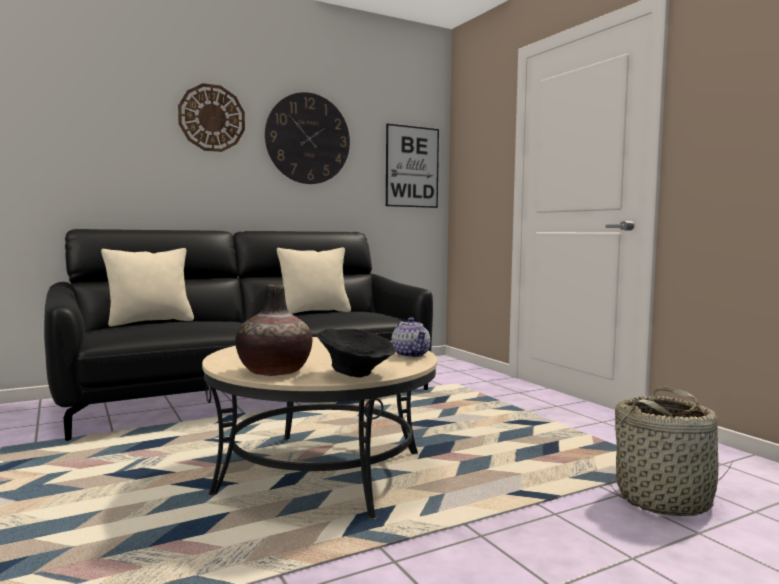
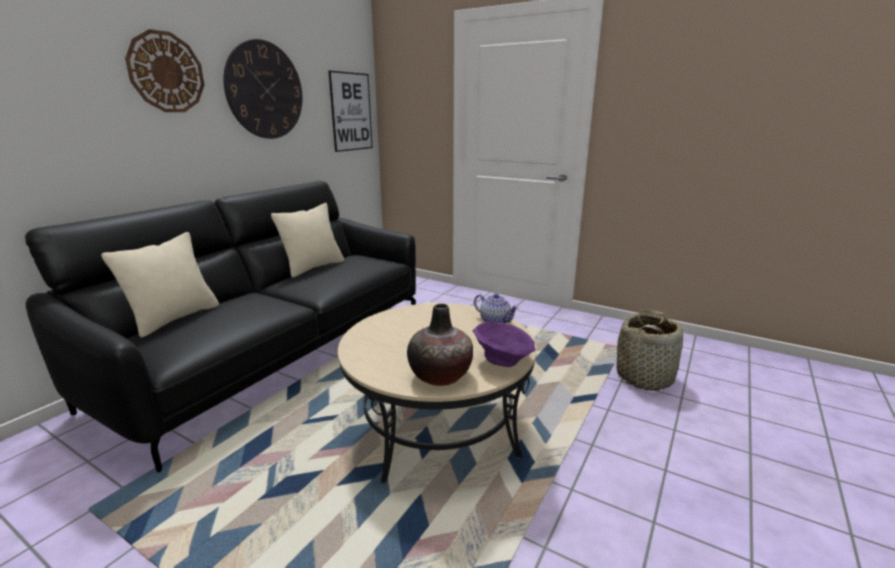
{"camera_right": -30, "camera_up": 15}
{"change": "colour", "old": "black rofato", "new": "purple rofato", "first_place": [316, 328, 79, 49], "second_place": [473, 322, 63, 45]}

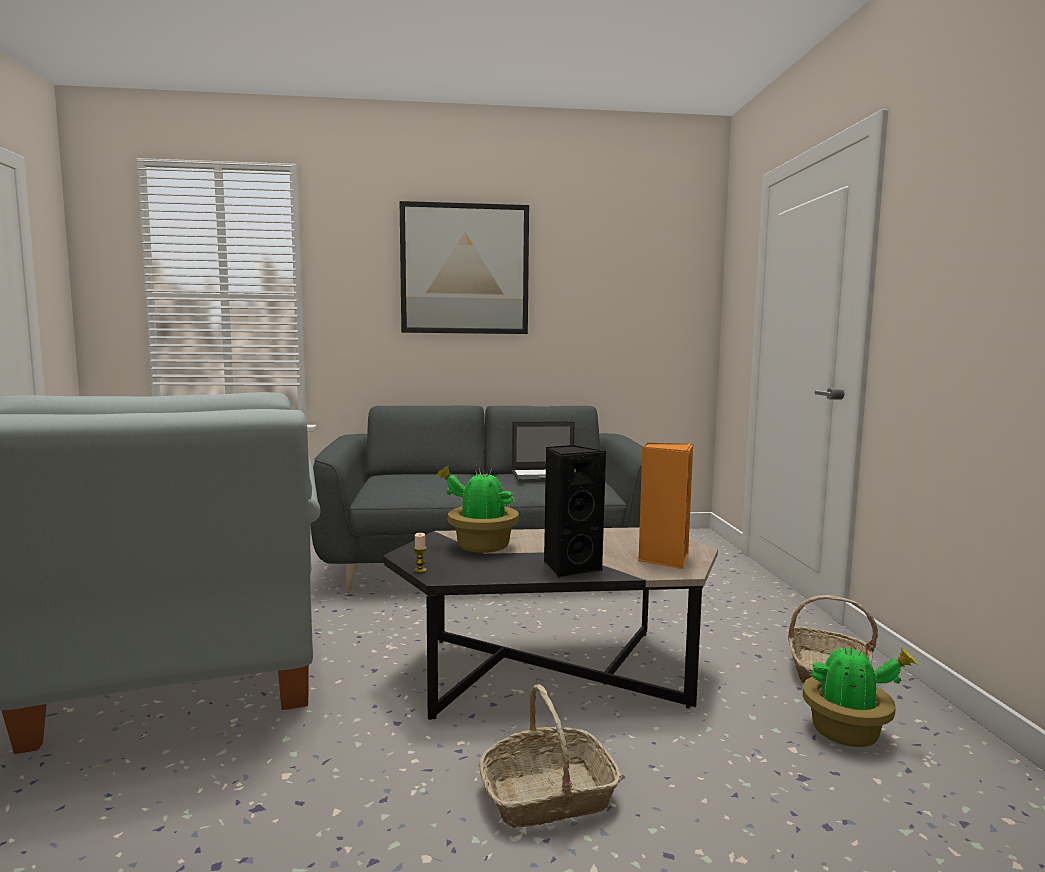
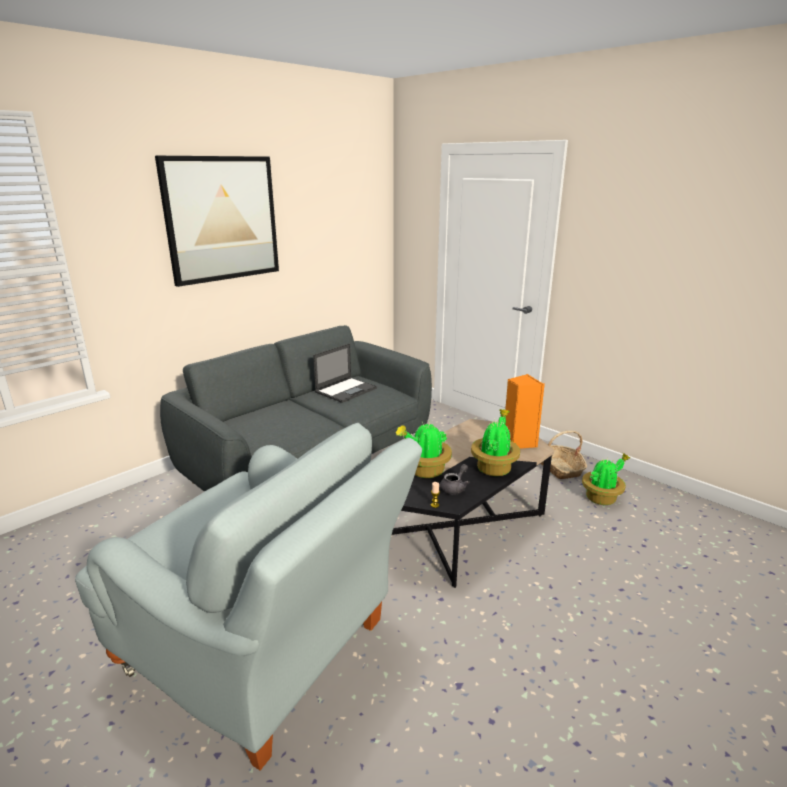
{"camera_right": -40, "camera_up": 15}
{"change": "missing", "old": "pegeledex", "first_place": [478, 684, 143, 144]}
{"change": "appeared", "new": "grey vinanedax", "second_place": [440, 464, 30, 31]}
{"change": "exchanged", "old": "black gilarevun", "new": "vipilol", "first_place": [544, 445, 62, 133], "second_place": [471, 409, 49, 67]}

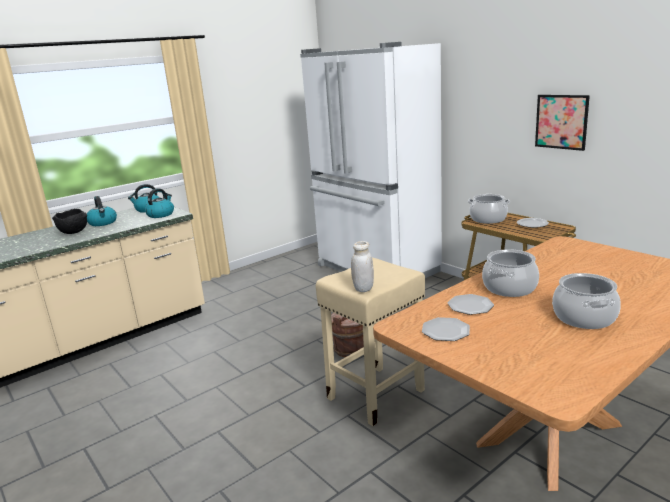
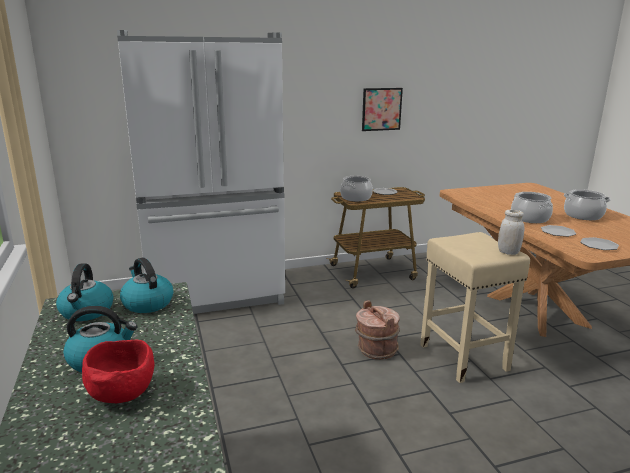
{"camera_right": -70, "camera_up": 0}
{"change": "colour", "old": "black rofato", "new": "red rofato", "first_place": [52, 209, 35, 25], "second_place": [82, 340, 73, 63]}

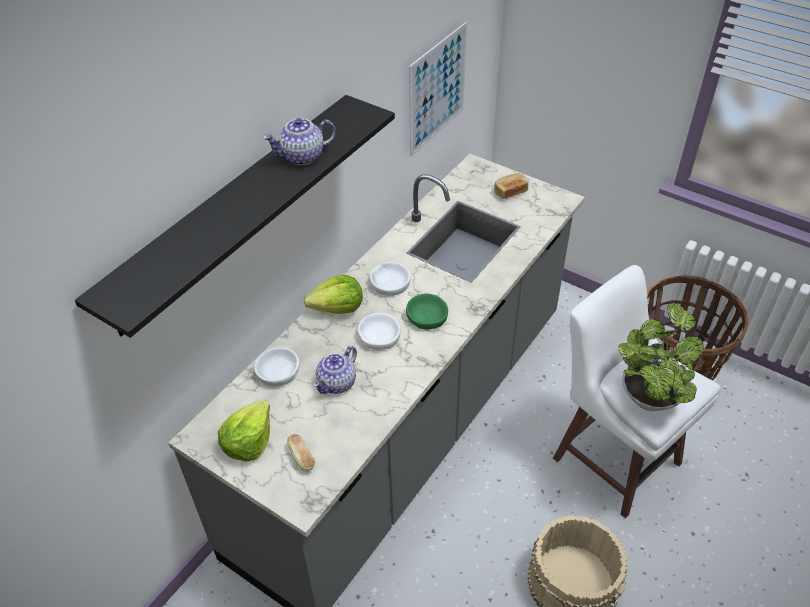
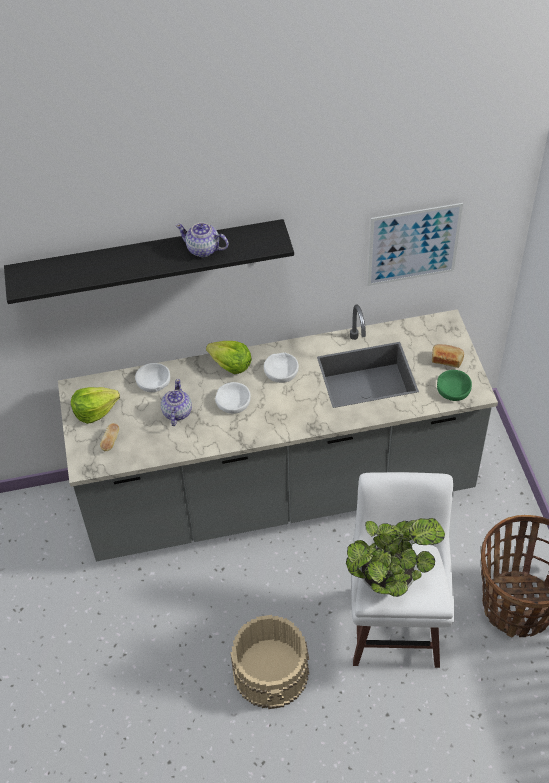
{"camera_right": 45, "camera_up": 5}
{"change": "relocated", "old": "green rofato", "first_place": [406, 294, 42, 35], "second_place": [437, 370, 35, 31]}
{"change": "spun", "old": "vinanedax", "first_place": [313, 346, 44, 48], "second_place": [161, 379, 31, 47], "degrees": 105}

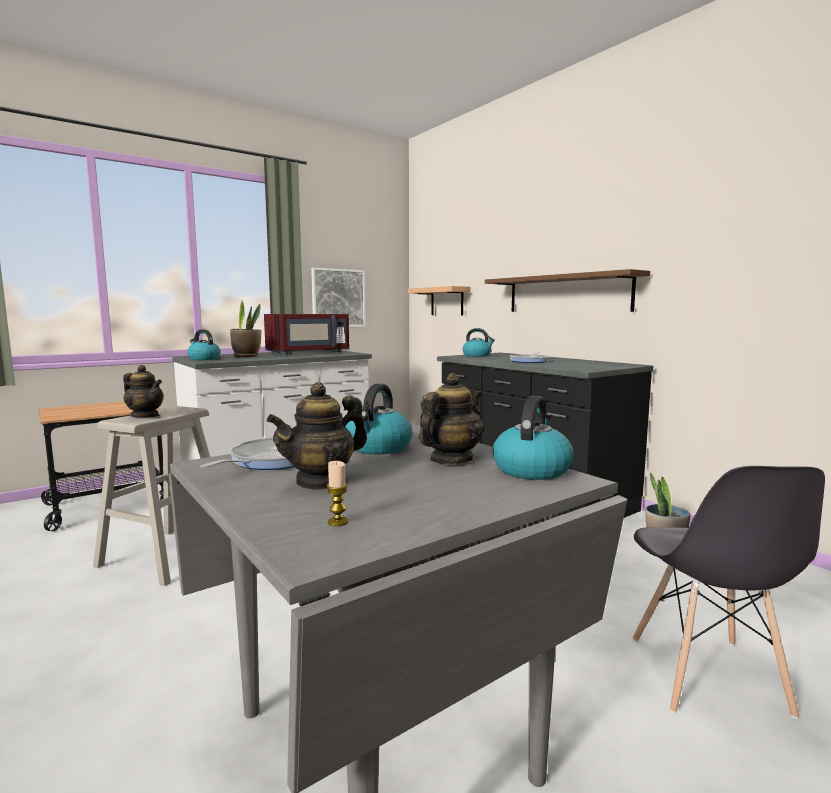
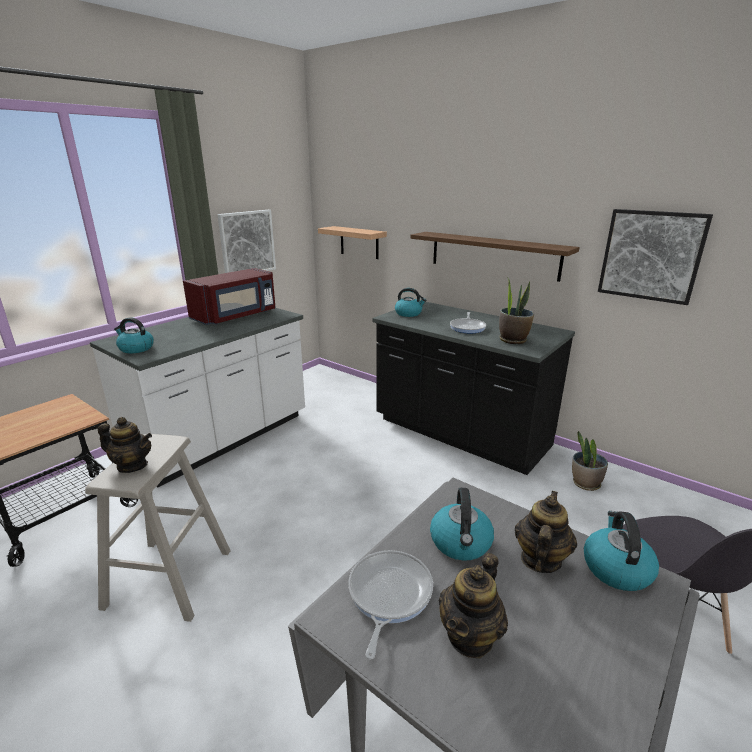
{"camera_right": -15, "camera_up": 15}
{"change": "missing", "old": "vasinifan", "first_place": [326, 461, 22, 65]}
{"change": "appeared", "new": "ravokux", "second_place": [598, 209, 115, 96]}
{"change": "relocated", "old": "vipilol", "first_place": [230, 301, 31, 56], "second_place": [499, 277, 35, 67]}

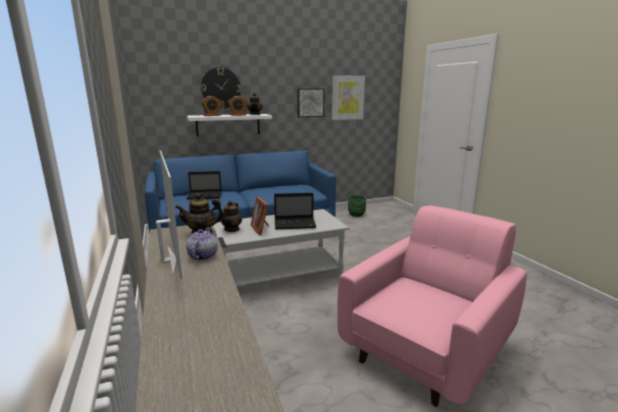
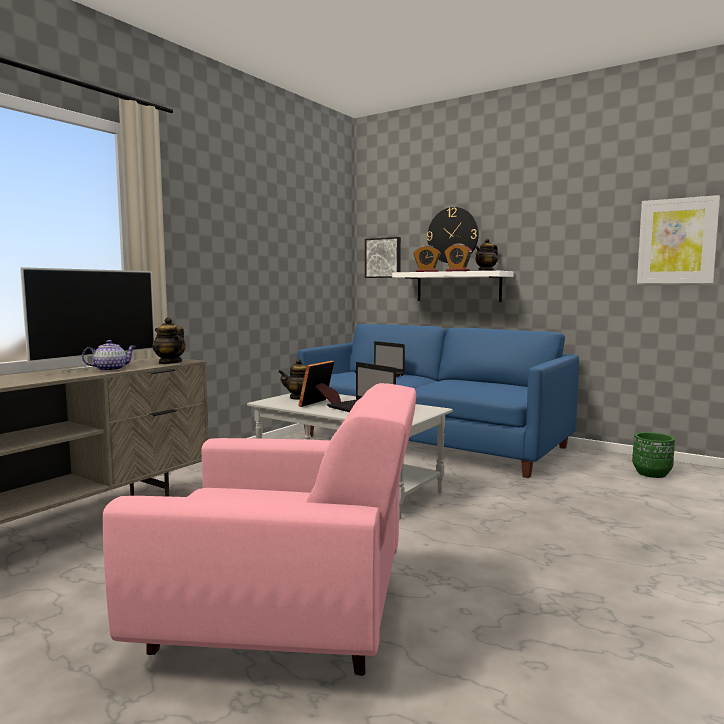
{"camera_right": 55, "camera_up": -10}
{"change": "relocated", "old": "ravokux", "first_place": [297, 88, 28, 29], "second_place": [365, 237, 36, 41]}

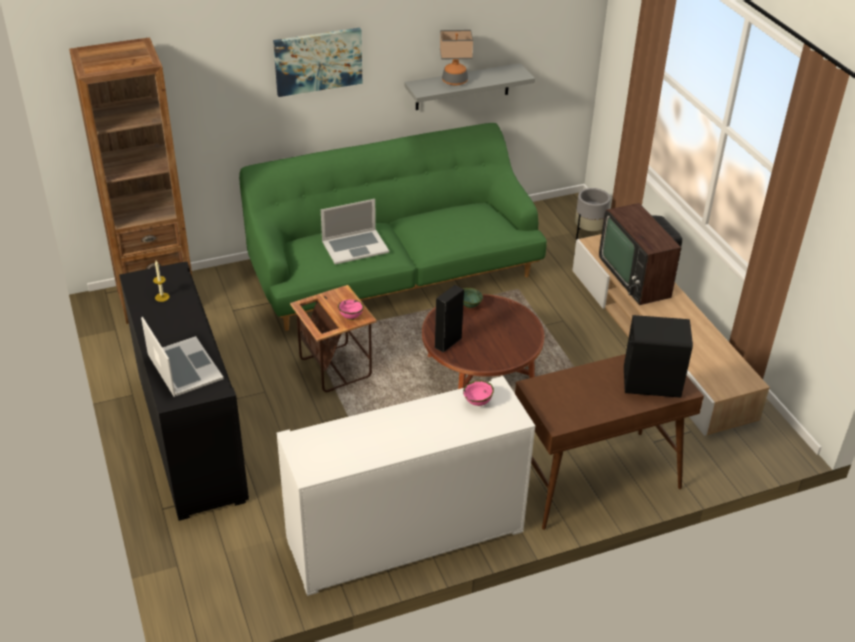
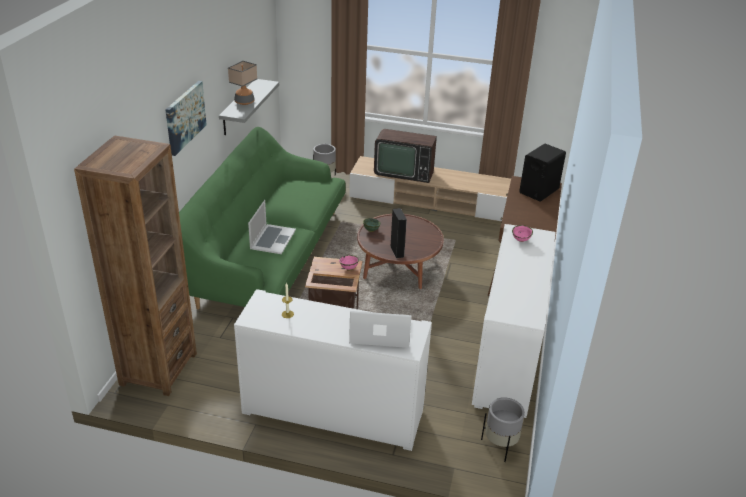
{"camera_right": -55, "camera_up": -5}
{"change": "appeared", "new": "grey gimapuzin", "second_place": [481, 397, 44, 65]}
{"change": "colour", "old": "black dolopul", "new": "white dolopul", "first_place": [119, 262, 130, 259], "second_place": [234, 289, 198, 162]}

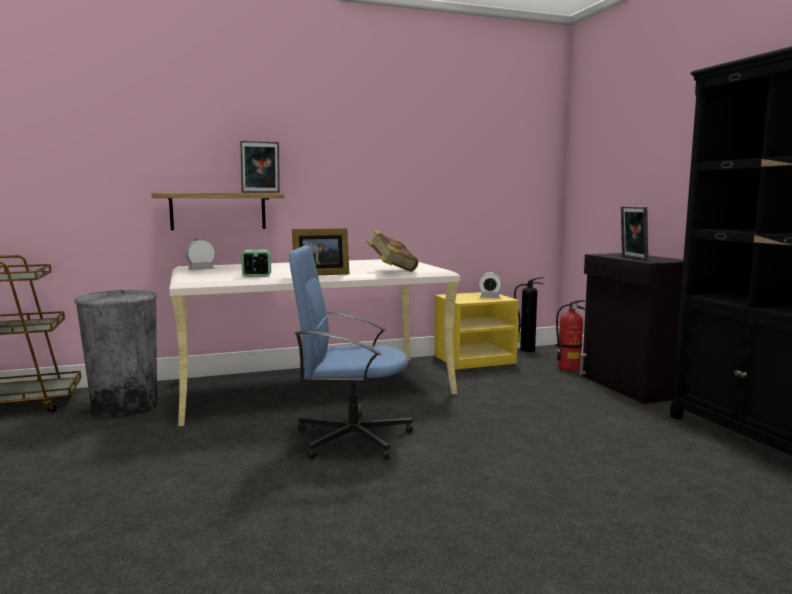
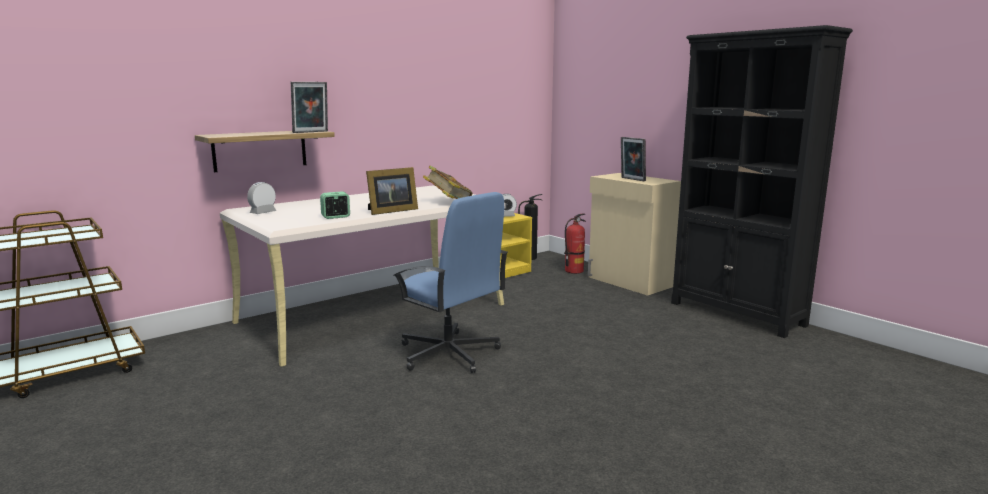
{"camera_right": -20, "camera_up": 5}
{"change": "missing", "old": "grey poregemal", "first_place": [74, 290, 84, 128]}
{"change": "colour", "old": "black dolopul", "new": "beige dolopul", "first_place": [580, 253, 103, 151], "second_place": [588, 173, 93, 122]}
{"change": "spun", "old": "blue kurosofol", "first_place": [289, 245, 124, 215], "second_place": [393, 192, 115, 181], "degrees": -120}

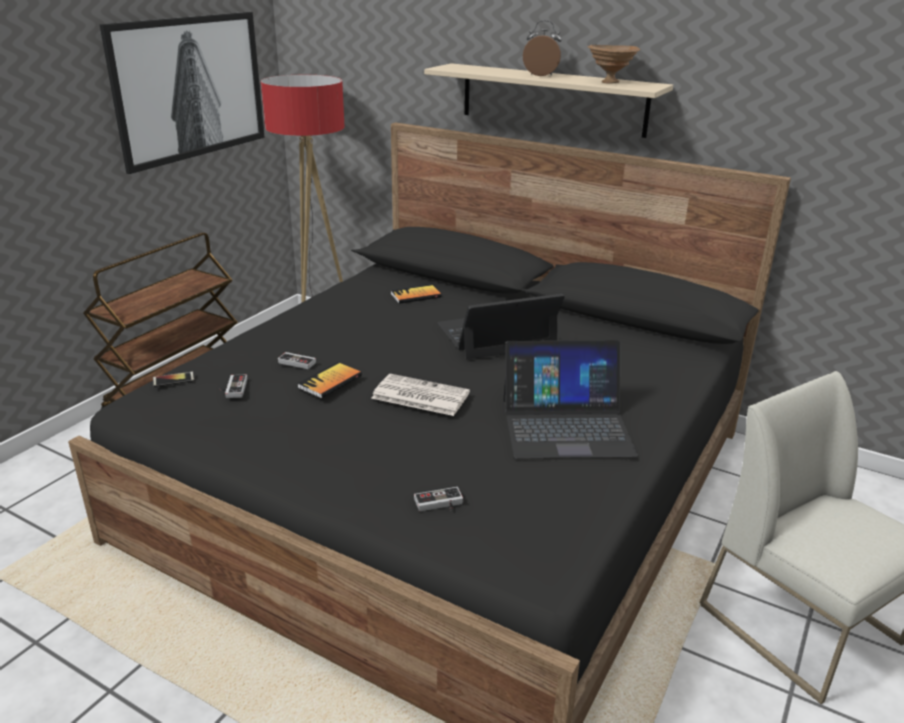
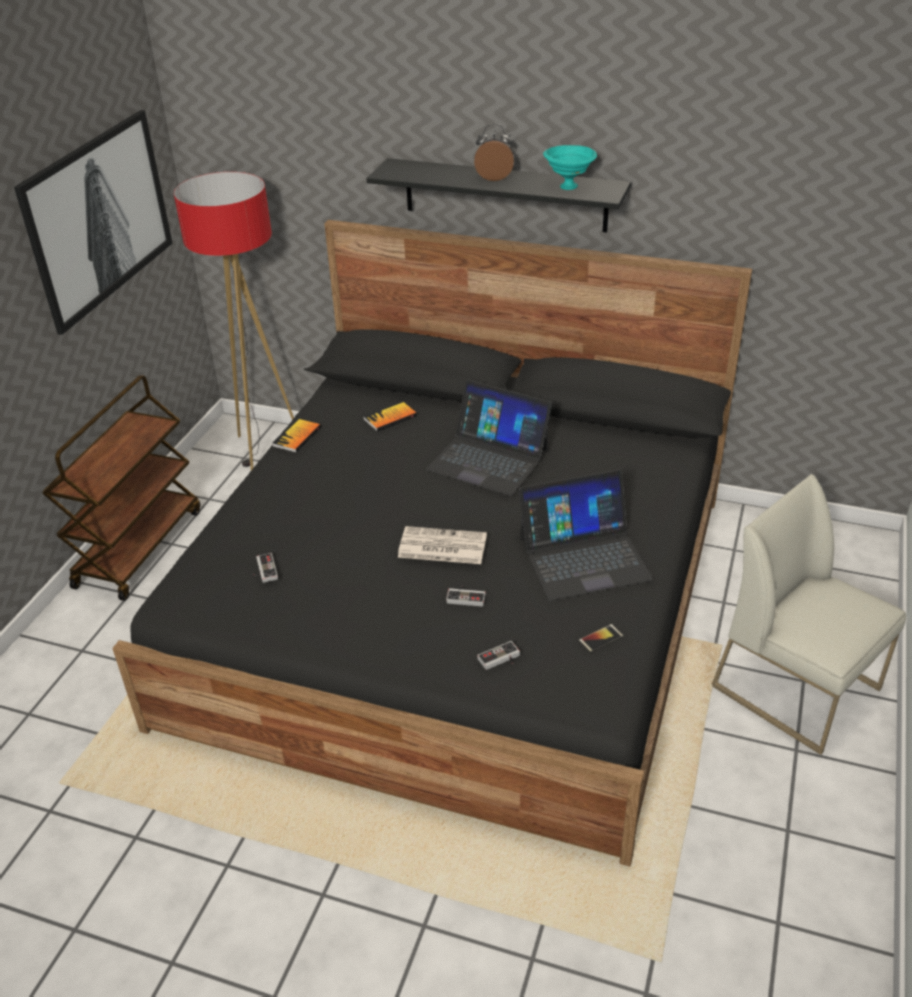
{"camera_right": -10, "camera_up": 10}
{"change": "relocated", "old": "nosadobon", "first_place": [153, 371, 42, 16], "second_place": [579, 624, 45, 29]}
{"change": "relocated", "old": "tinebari", "first_place": [278, 352, 38, 17], "second_place": [446, 585, 39, 22]}
{"change": "relocated", "old": "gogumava", "first_place": [297, 362, 65, 36], "second_place": [272, 418, 49, 35]}
{"change": "colour", "old": "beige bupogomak", "new": "black bupogomak", "first_place": [424, 63, 249, 75], "second_place": [367, 158, 264, 74]}
{"change": "colour", "old": "brown rofato", "new": "turquoise rofato", "first_place": [588, 45, 52, 38], "second_place": [543, 145, 54, 45]}
{"change": "spun", "old": "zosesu", "first_place": [438, 293, 126, 67], "second_place": [426, 380, 126, 116], "degrees": -120}

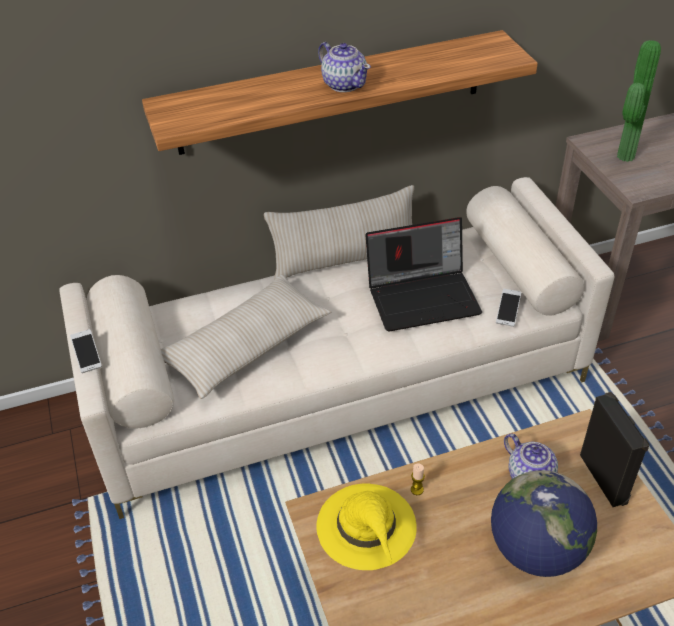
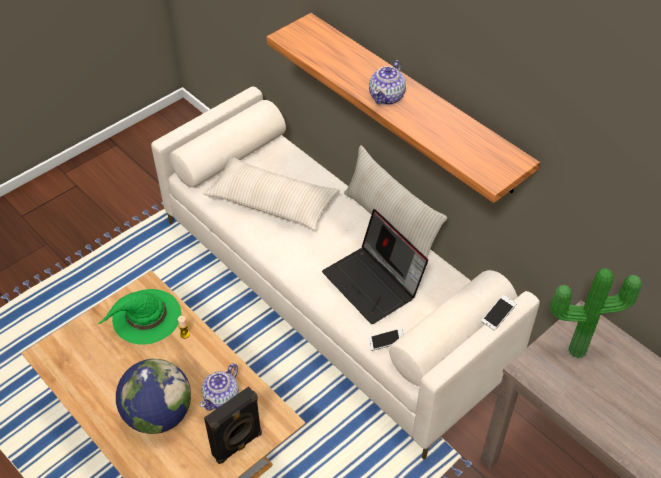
{"camera_right": 65, "camera_up": 5}
{"change": "relocated", "old": "nosadobon", "first_place": [70, 329, 32, 44], "second_place": [481, 295, 35, 36]}
{"change": "colour", "old": "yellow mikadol", "new": "green mikadol", "first_place": [316, 483, 101, 87], "second_place": [97, 289, 84, 56]}

